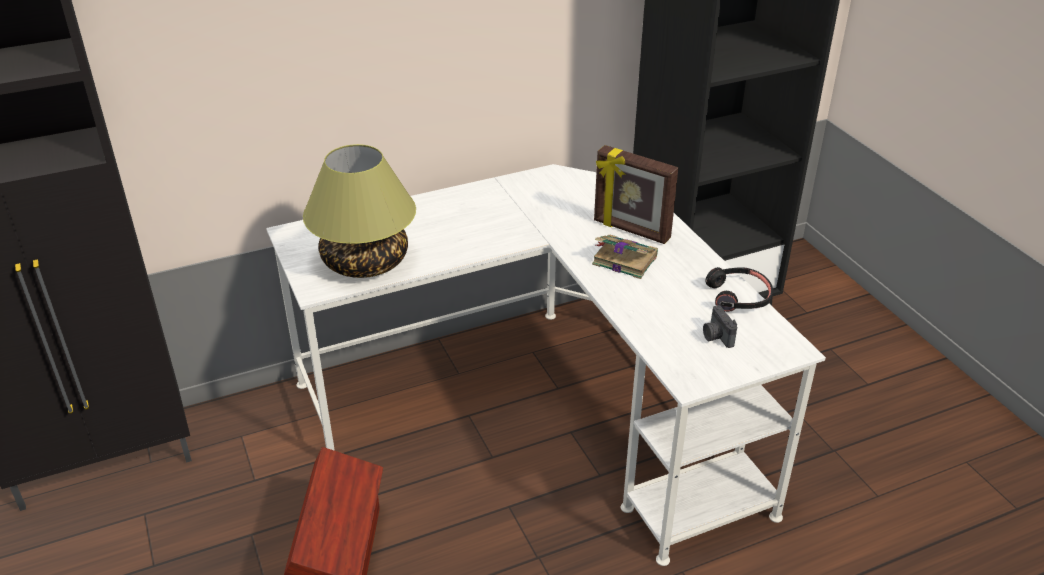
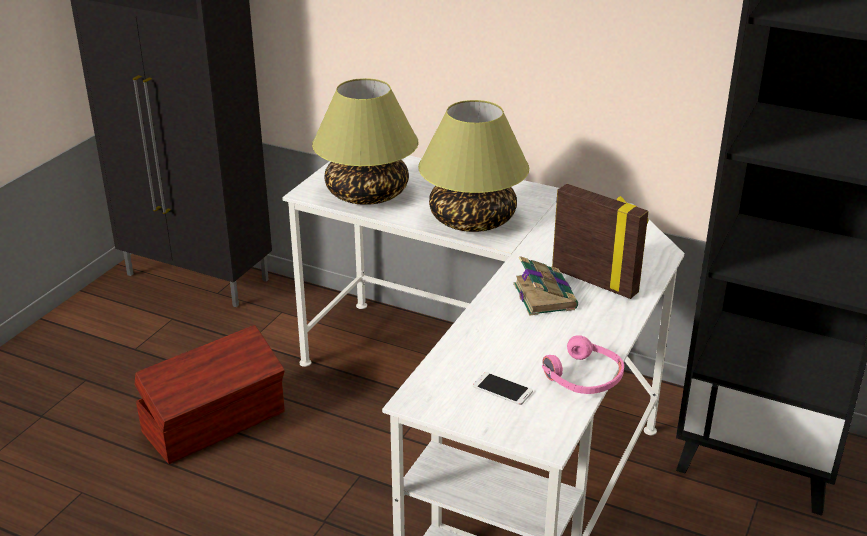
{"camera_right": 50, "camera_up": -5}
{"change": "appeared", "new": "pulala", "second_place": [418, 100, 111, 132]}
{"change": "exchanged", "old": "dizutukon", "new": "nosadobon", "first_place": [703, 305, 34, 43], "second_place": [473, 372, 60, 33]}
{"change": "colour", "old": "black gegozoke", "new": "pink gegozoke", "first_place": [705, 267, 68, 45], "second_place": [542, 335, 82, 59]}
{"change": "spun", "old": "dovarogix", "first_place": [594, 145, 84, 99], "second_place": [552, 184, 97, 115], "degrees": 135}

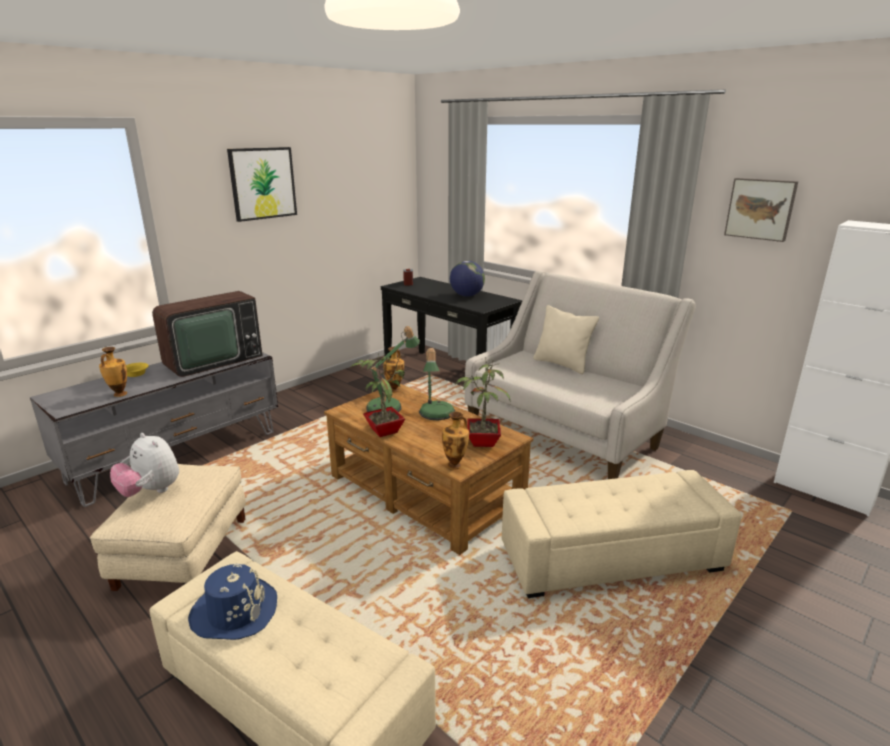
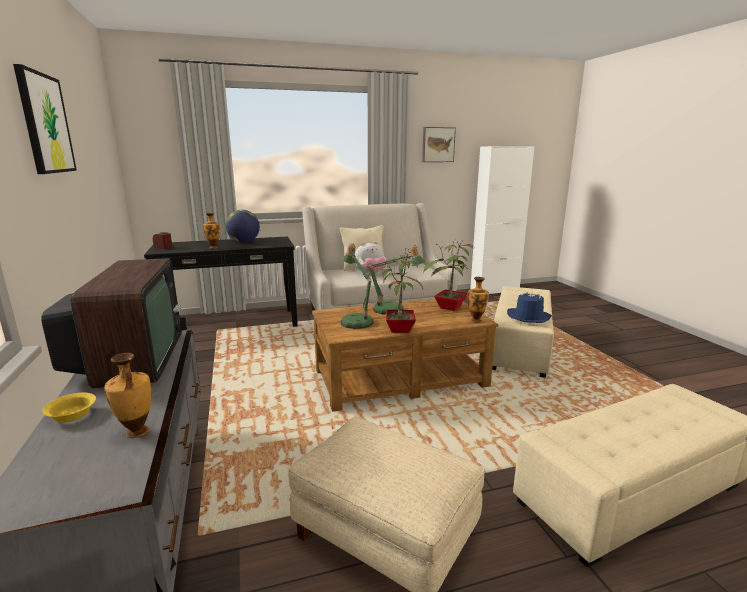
{"camera_right": -60, "camera_up": -5}
{"change": "relocated", "old": "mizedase", "first_place": [110, 433, 69, 64], "second_place": [355, 241, 31, 34]}
{"change": "relocated", "old": "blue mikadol", "first_place": [188, 563, 89, 77], "second_place": [507, 292, 45, 31]}
{"change": "relocated", "old": "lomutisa", "first_place": [383, 347, 21, 46], "second_place": [203, 213, 17, 36]}

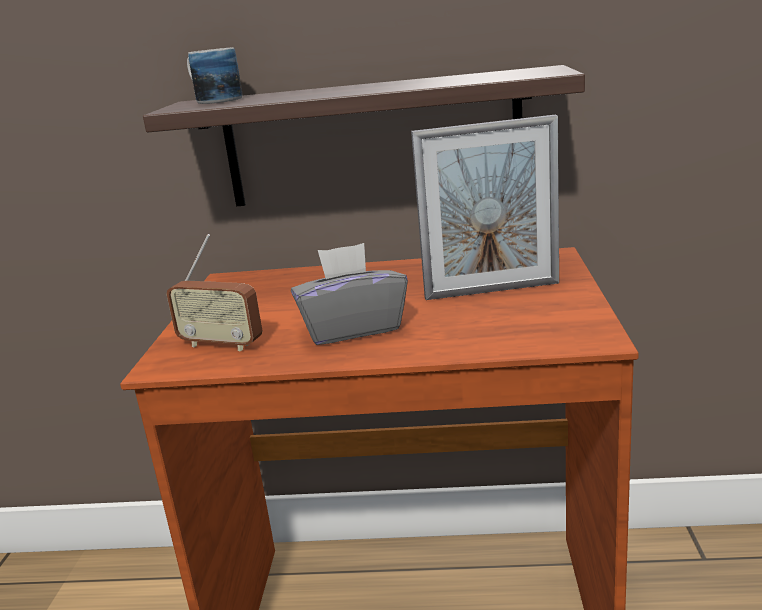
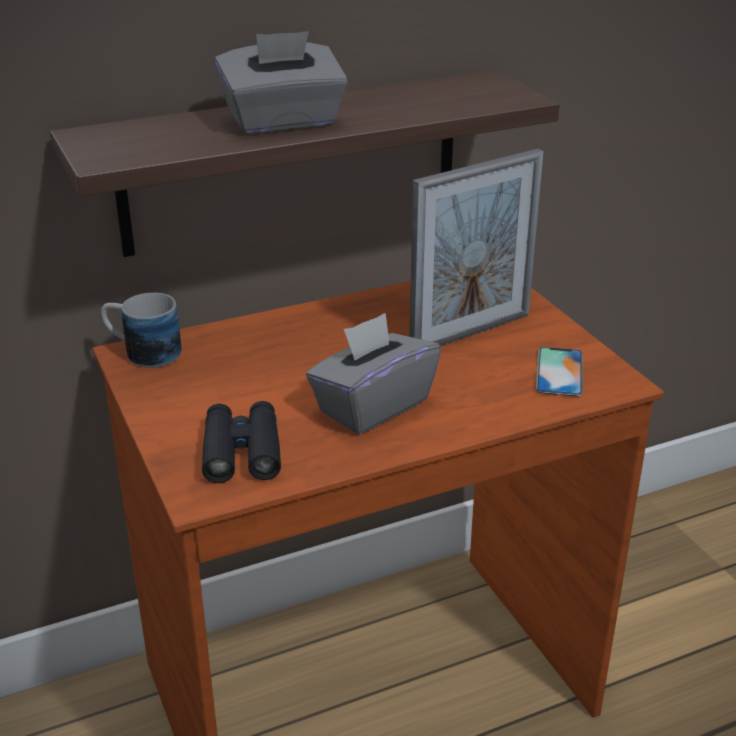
{"camera_right": -30, "camera_up": 10}
{"change": "appeared", "new": "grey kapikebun", "second_place": [215, 31, 133, 103]}
{"change": "appeared", "new": "nosadobon", "second_place": [536, 347, 47, 50]}
{"change": "relocated", "old": "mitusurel", "first_place": [187, 47, 56, 57], "second_place": [101, 293, 81, 75]}
{"change": "exchanged", "old": "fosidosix", "new": "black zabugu", "first_place": [167, 234, 95, 118], "second_place": [202, 401, 79, 82]}

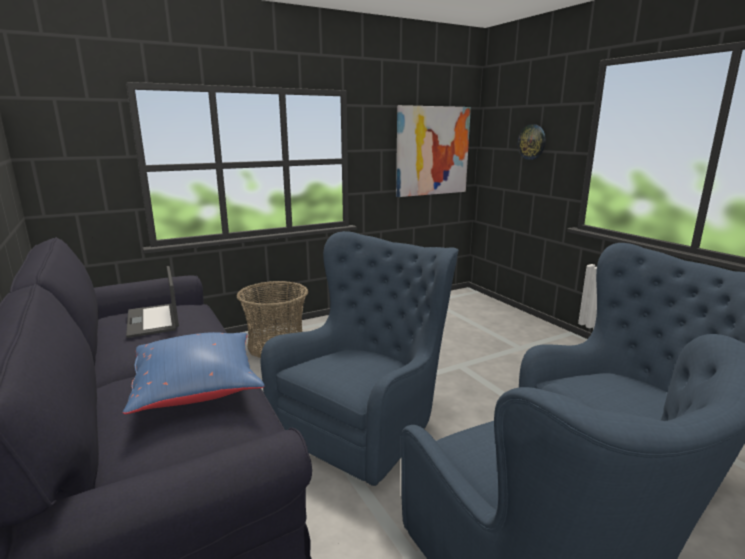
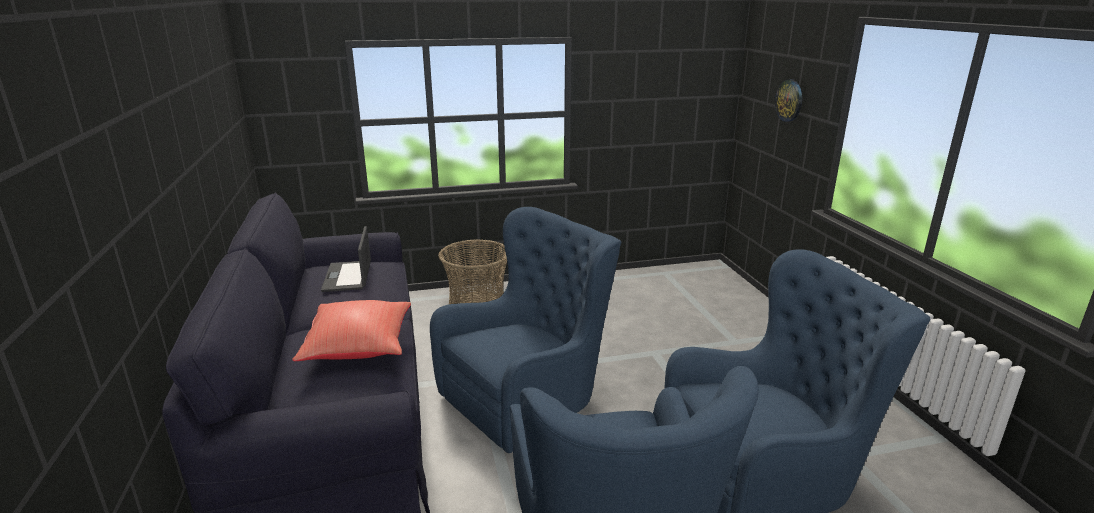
{"camera_right": 15, "camera_up": 5}
{"change": "missing", "old": "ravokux", "first_place": [396, 105, 75, 92]}
{"change": "colour", "old": "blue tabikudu", "new": "red tabikudu", "first_place": [123, 332, 142, 82], "second_place": [292, 300, 119, 61]}

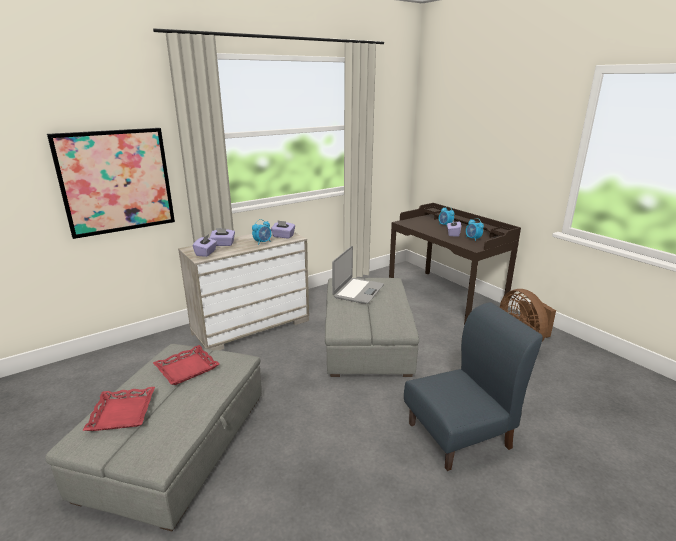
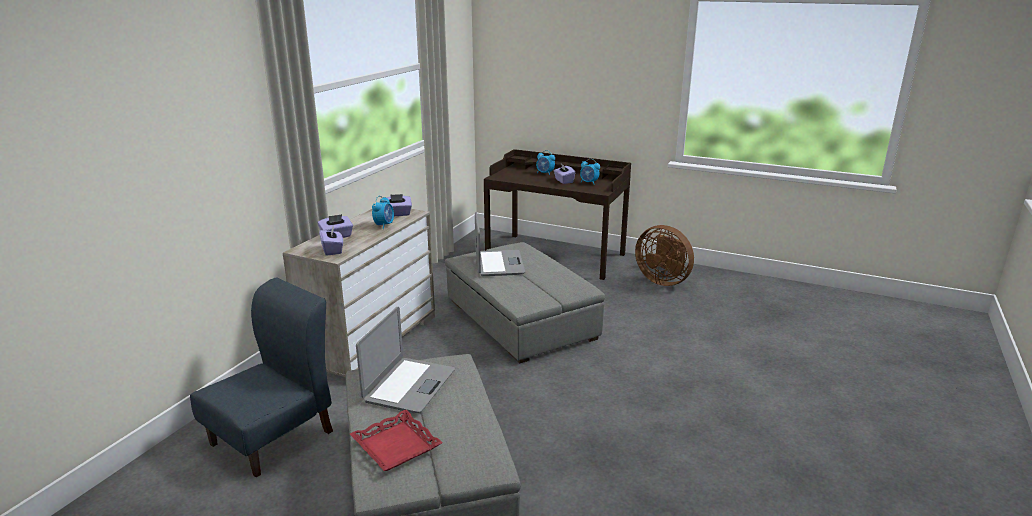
{"camera_right": -30, "camera_up": 0}
{"change": "missing", "old": "ravokux", "first_place": [47, 128, 128, 111]}
{"change": "relocated", "old": "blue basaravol", "first_place": [404, 302, 139, 169], "second_place": [190, 278, 143, 200]}
{"change": "exchanged", "old": "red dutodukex", "new": "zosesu", "first_place": [153, 345, 66, 40], "second_place": [356, 307, 99, 106]}

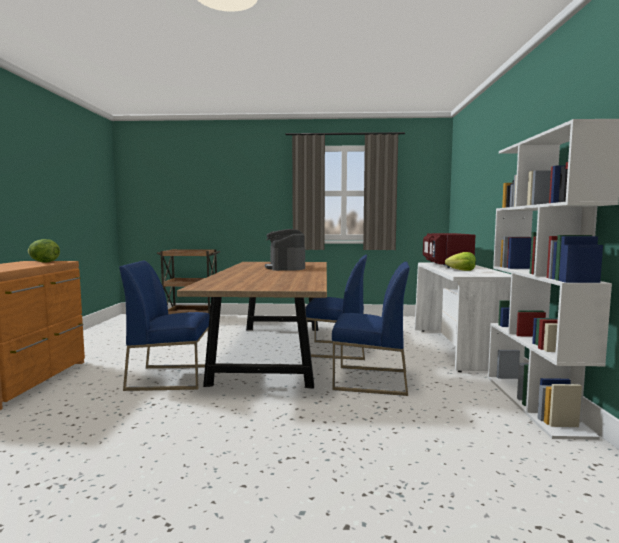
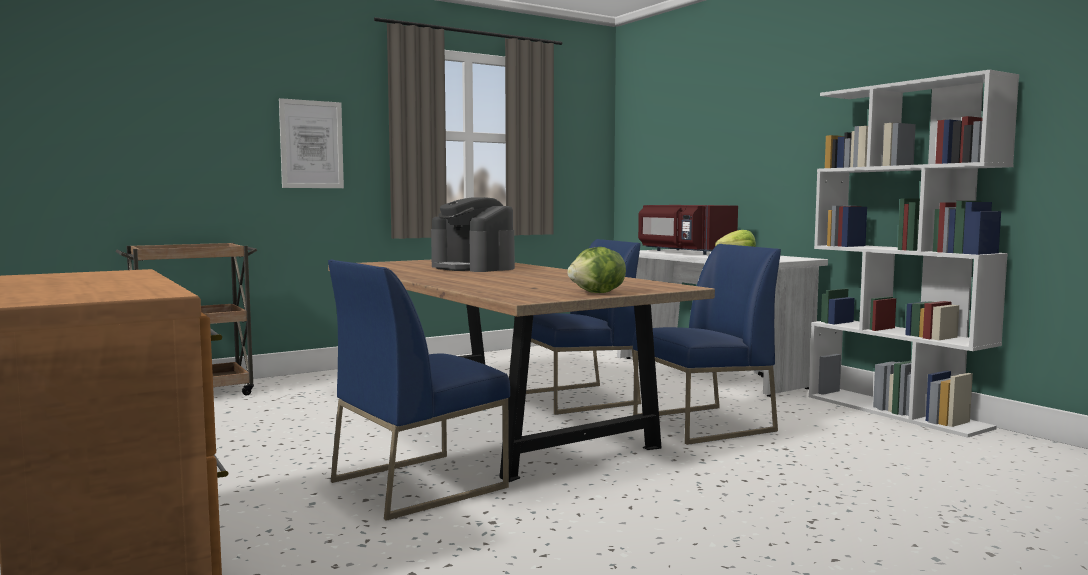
{"camera_right": -35, "camera_up": 0}
{"change": "appeared", "new": "ravokux", "second_place": [279, 98, 65, 90]}
{"change": "relocated", "old": "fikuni", "first_place": [28, 239, 32, 23], "second_place": [567, 247, 59, 46]}

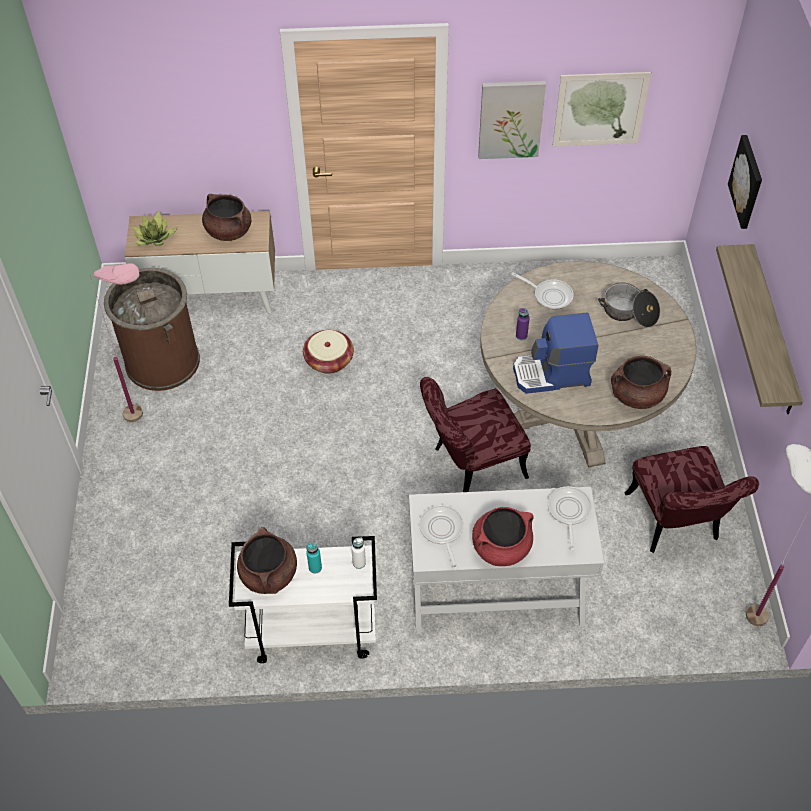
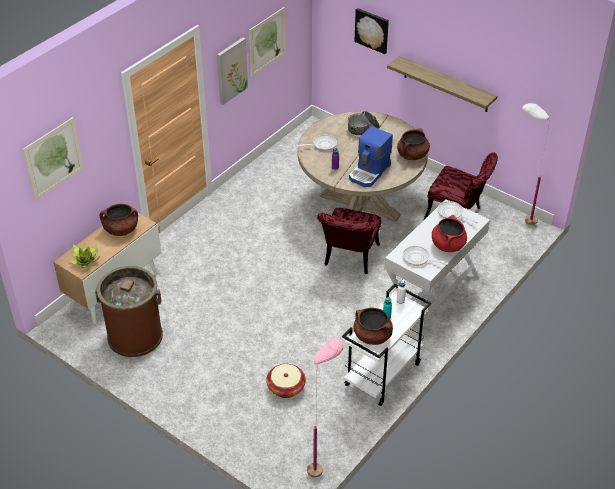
{"camera_right": -50, "camera_up": -10}
{"change": "appeared", "new": "ravokux", "second_place": [23, 117, 61, 84]}
{"change": "relocated", "old": "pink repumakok", "first_place": [90, 263, 53, 159], "second_place": [307, 337, 36, 141]}
{"change": "relocated", "old": "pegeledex", "first_place": [303, 330, 51, 44], "second_place": [266, 364, 40, 34]}

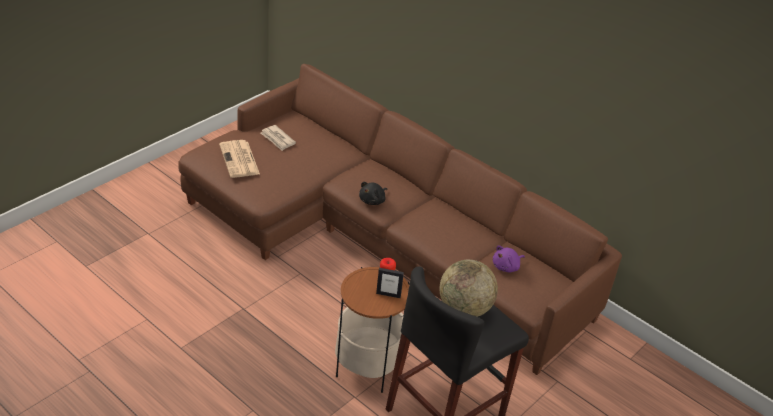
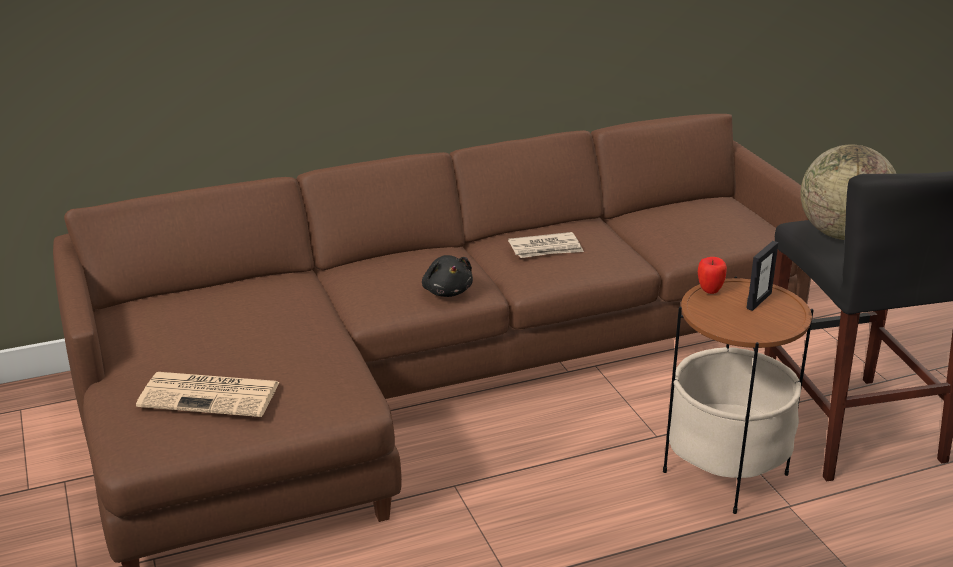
{"camera_right": -60, "camera_up": -10}
{"change": "missing", "old": "purple mizedase", "first_place": [493, 245, 32, 27]}
{"change": "relocated", "old": "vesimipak", "first_place": [261, 125, 35, 26], "second_place": [508, 232, 76, 26]}

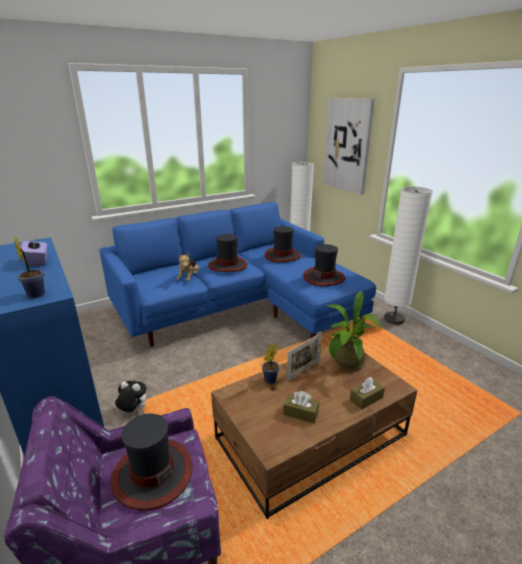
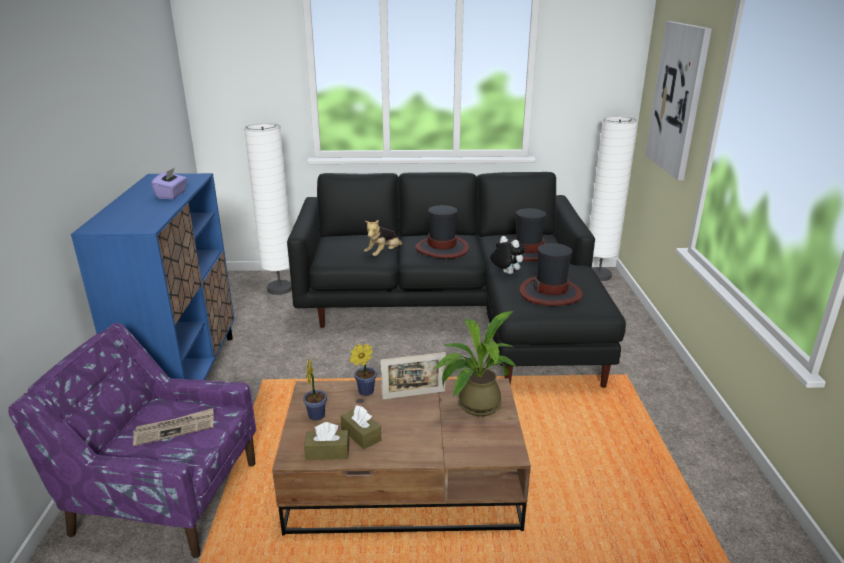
{"camera_right": 30, "camera_up": 0}
{"change": "relocated", "old": "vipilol", "first_place": [14, 236, 31, 62], "second_place": [303, 359, 24, 62]}
{"change": "relocated", "old": "mizedase", "first_place": [115, 381, 32, 31], "second_place": [490, 236, 36, 38]}
{"change": "relocated", "old": "brown kapikebun", "first_place": [350, 377, 35, 33], "second_place": [304, 422, 45, 38]}
{"change": "relocated", "old": "white repumakok", "first_place": [384, 187, 49, 138], "second_place": [244, 123, 48, 172]}
{"change": "exchanged", "old": "mikadol", "new": "vesimipak", "first_place": [110, 414, 83, 97], "second_place": [133, 408, 81, 38]}
{"change": "colour", "old": "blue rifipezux", "new": "black rifipezux", "first_place": [99, 202, 277, 145], "second_place": [287, 172, 339, 216]}

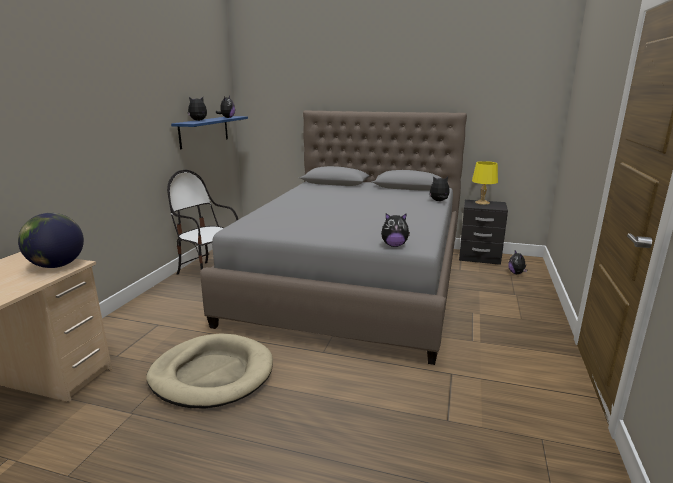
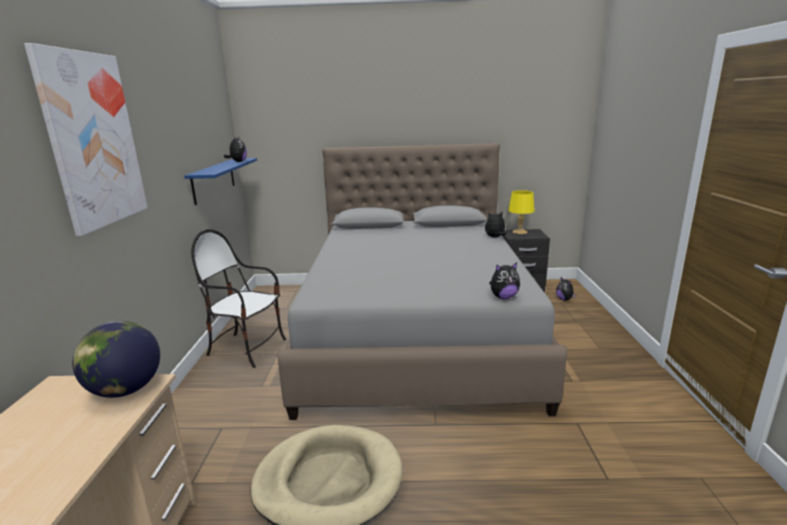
{"camera_right": -15, "camera_up": 0}
{"change": "missing", "old": "mizedase", "first_place": [187, 97, 20, 24]}
{"change": "appeared", "new": "ravokux", "second_place": [24, 43, 124, 193]}

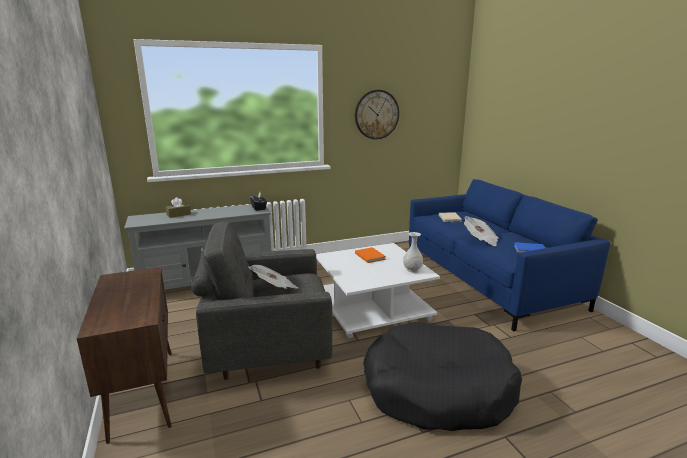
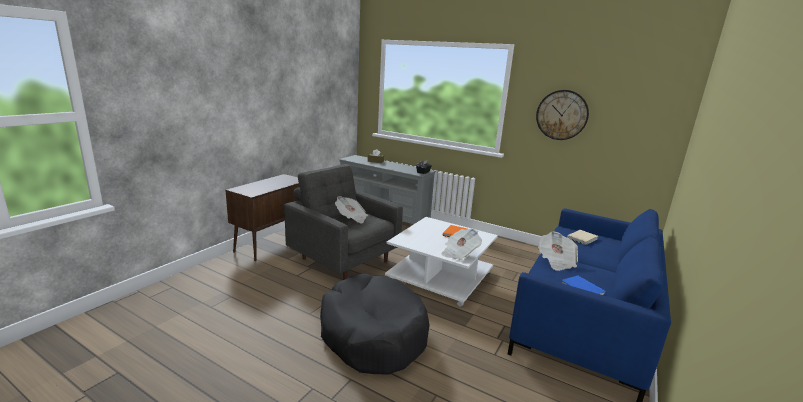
{"camera_right": 50, "camera_up": 0}
{"change": "exchanged", "old": "white lomutisa", "new": "vesimipak", "first_place": [403, 232, 20, 40], "second_place": [441, 229, 41, 31]}

